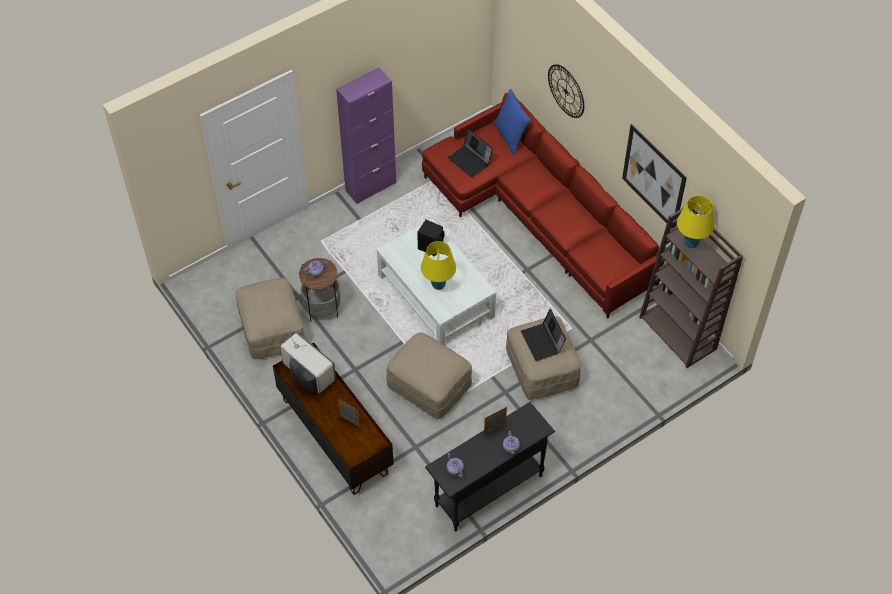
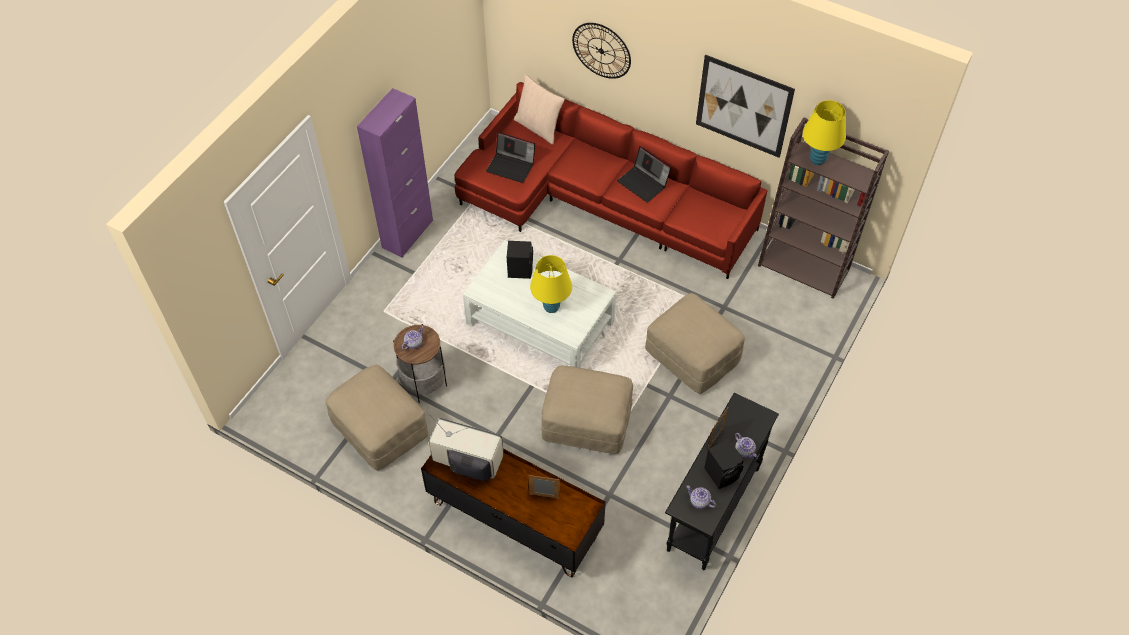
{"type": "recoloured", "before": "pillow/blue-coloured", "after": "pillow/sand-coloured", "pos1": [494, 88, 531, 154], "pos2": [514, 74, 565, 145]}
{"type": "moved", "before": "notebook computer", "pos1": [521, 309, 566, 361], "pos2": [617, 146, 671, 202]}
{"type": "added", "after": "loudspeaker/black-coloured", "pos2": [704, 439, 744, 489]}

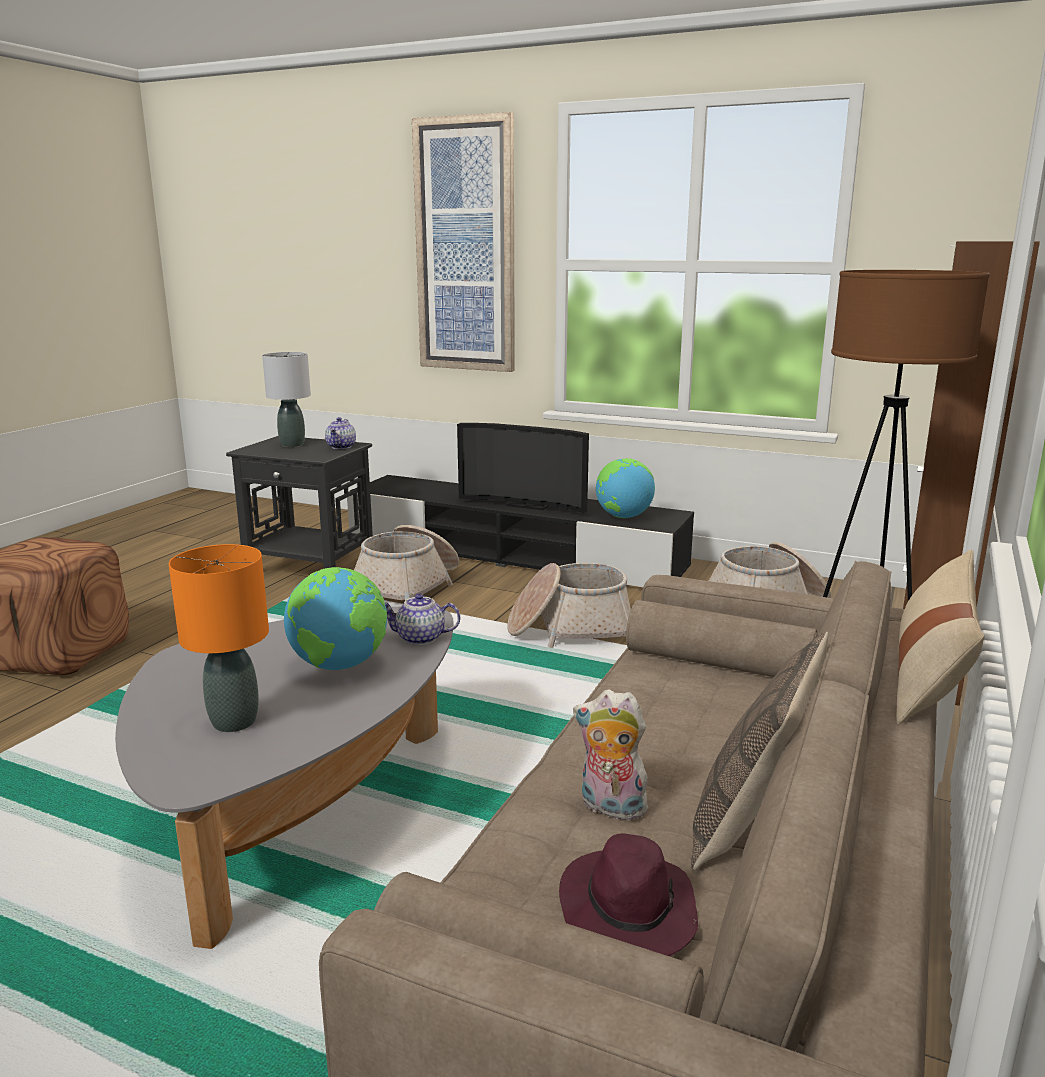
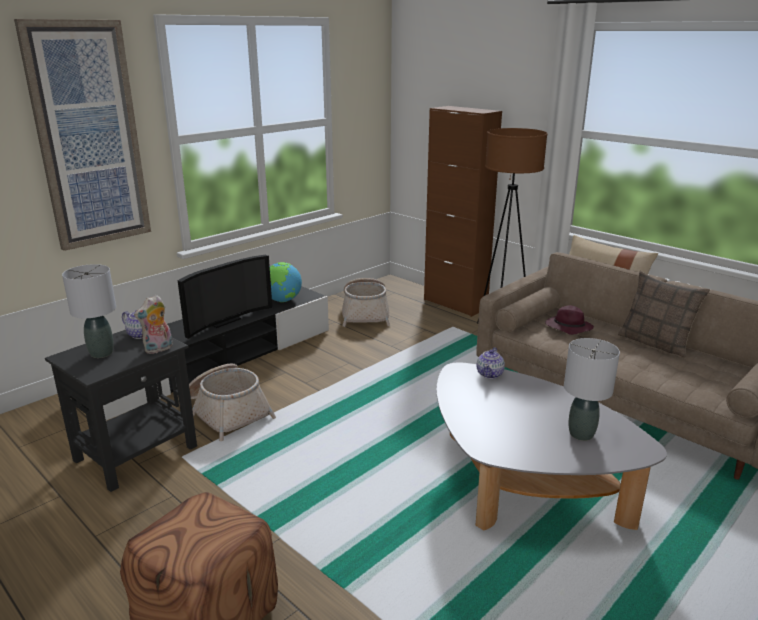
{"type": "recoloured", "before": "tabletop lamp/orangey", "after": "tabletop lamp/grey", "pos1": [169, 544, 269, 732], "pos2": [564, 338, 620, 441]}
{"type": "removed", "before": "desk globe", "pos1": [284, 567, 387, 670]}
{"type": "removed", "before": "household basket", "pos1": [507, 563, 631, 648]}
{"type": "moved", "before": "hat/purple", "pos1": [559, 833, 698, 956], "pos2": [545, 305, 594, 335]}
{"type": "moved", "before": "soft toy", "pos1": [573, 689, 652, 820], "pos2": [134, 295, 173, 354]}

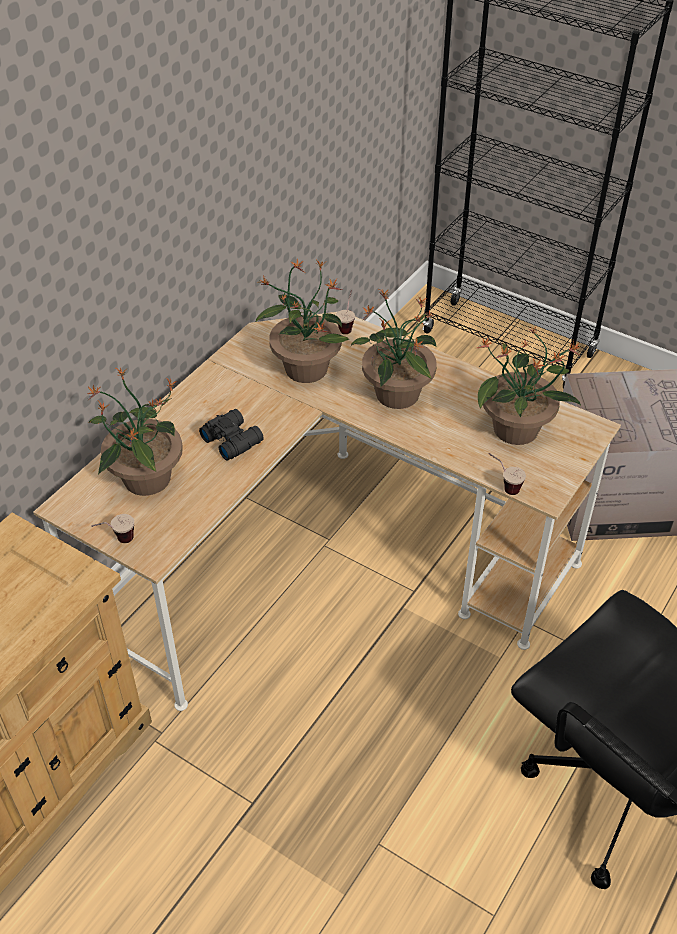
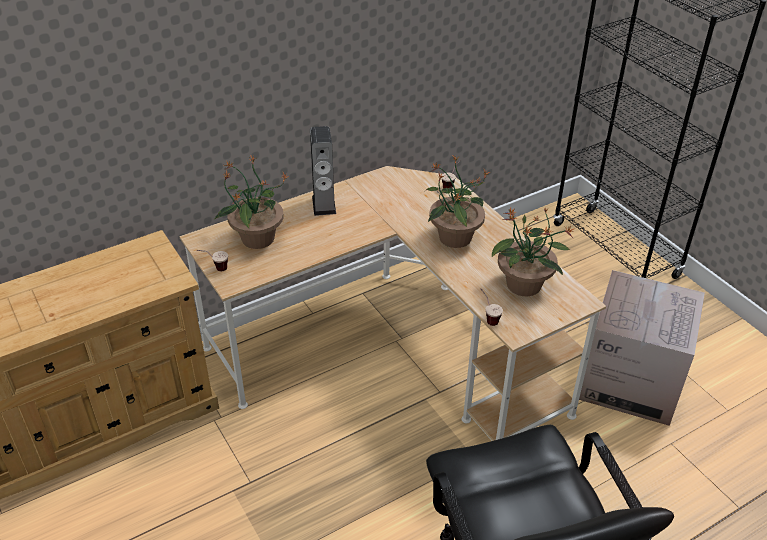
{"type": "removed", "before": "binoculars/black-coloured", "pos1": [199, 409, 264, 460]}
{"type": "removed", "before": "potted plant", "pos1": [255, 259, 349, 383]}
{"type": "added", "after": "loudspeaker", "pos2": [310, 126, 336, 216]}

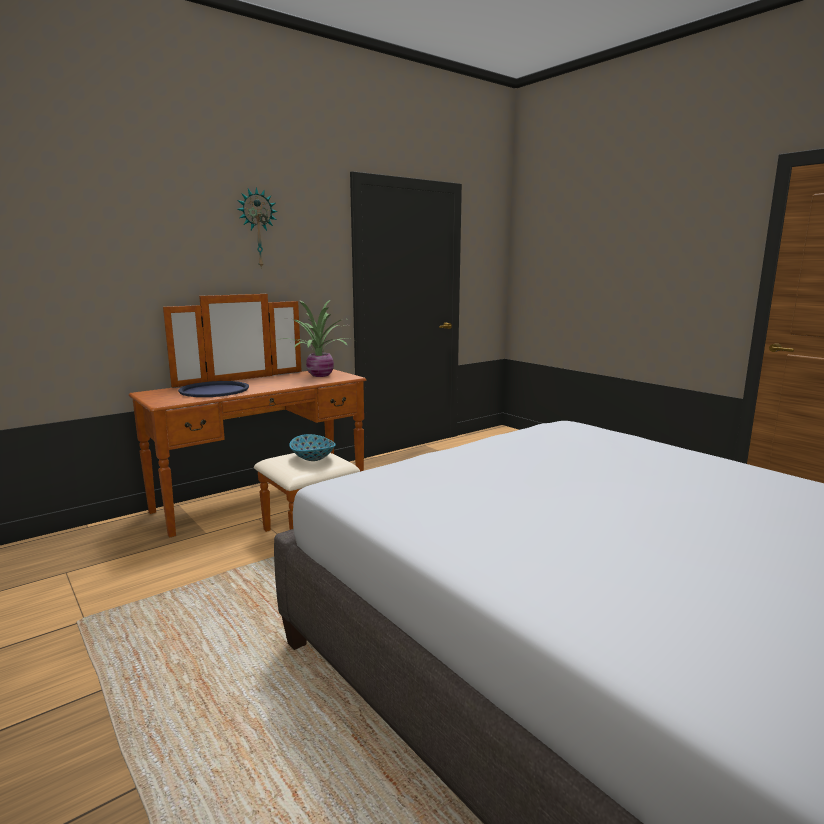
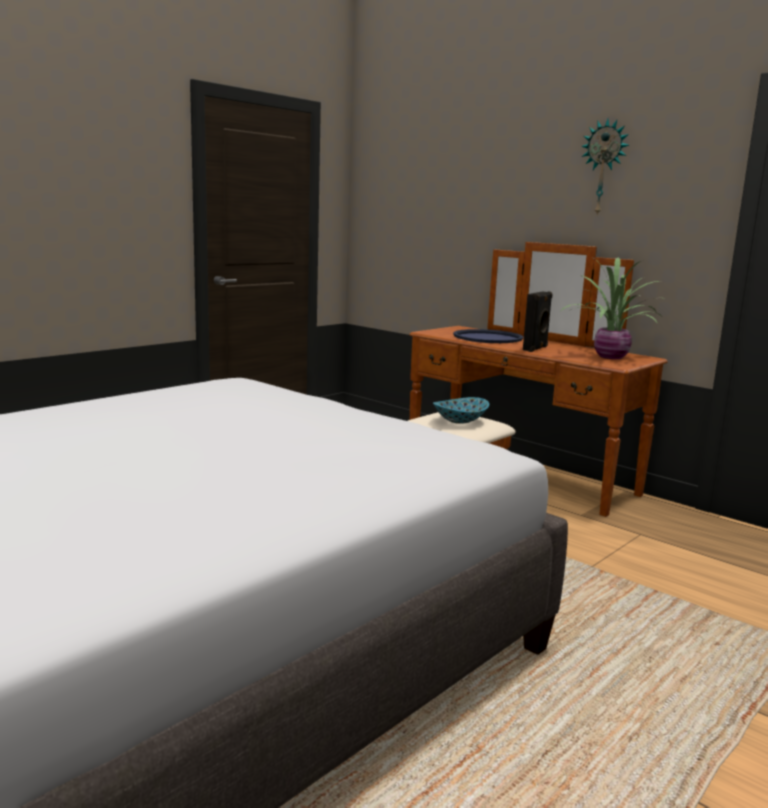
{"type": "added", "after": "loudspeaker/black-coloured", "pos2": [523, 291, 553, 352]}

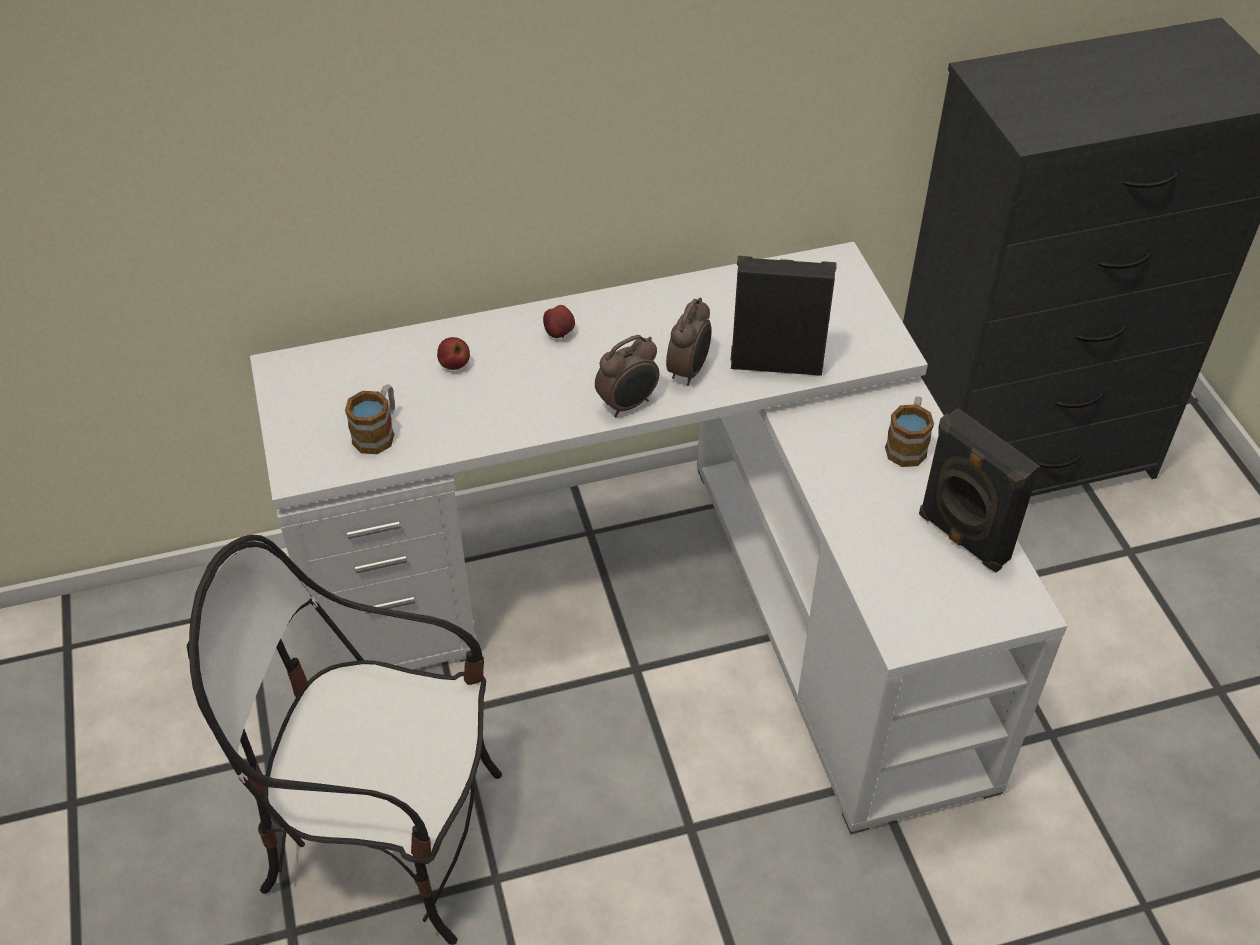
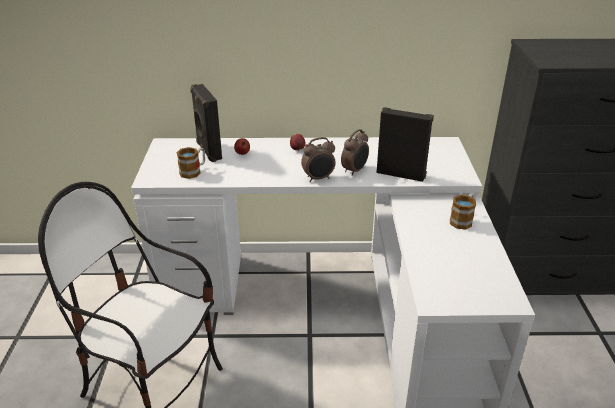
{"type": "moved", "before": "loudspeaker/black-coloured", "pos1": [919, 408, 1040, 573], "pos2": [190, 84, 222, 162]}

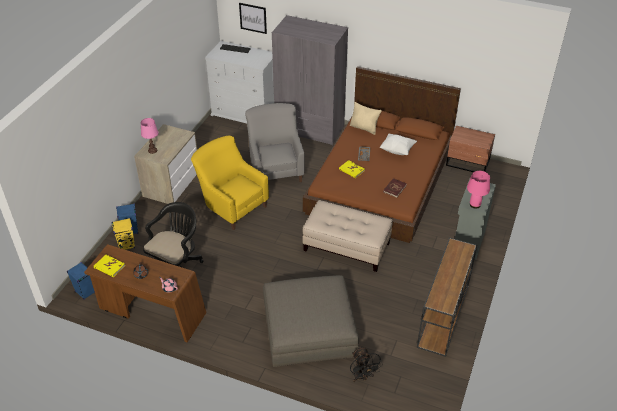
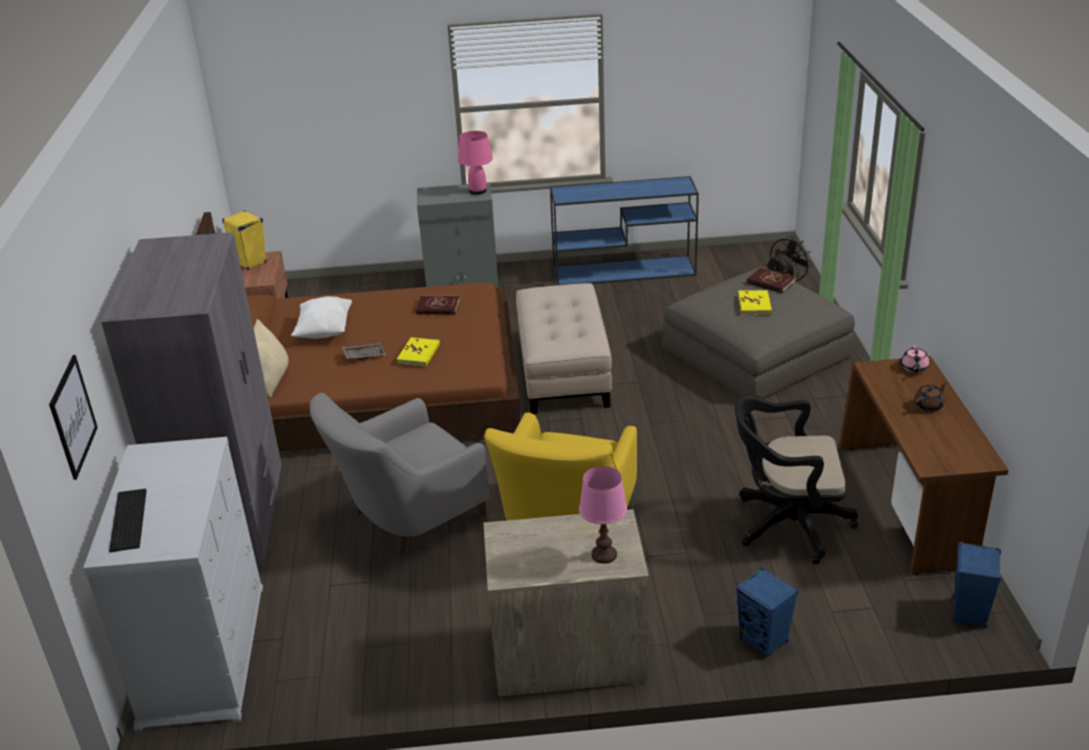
{"type": "moved", "before": "book/yellowish", "pos1": [94, 255, 125, 277], "pos2": [738, 290, 772, 315]}
{"type": "moved", "before": "loudspeaker/yellowish", "pos1": [111, 218, 135, 250], "pos2": [222, 210, 267, 270]}
{"type": "recoloured", "before": "narrow table/brown", "after": "narrow table/blue-coloured", "pos1": [417, 238, 477, 357], "pos2": [550, 176, 699, 285]}
{"type": "added", "after": "book/reddish", "pos2": [747, 267, 796, 293]}

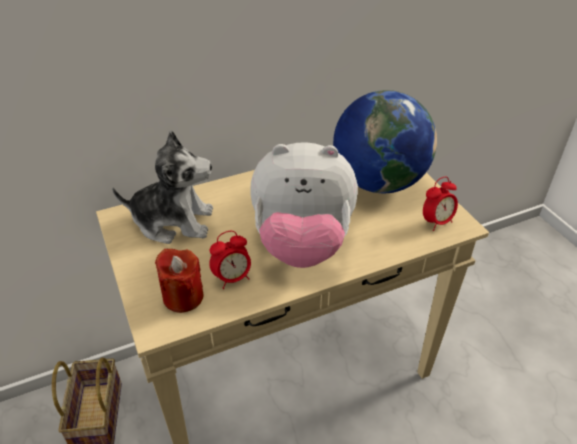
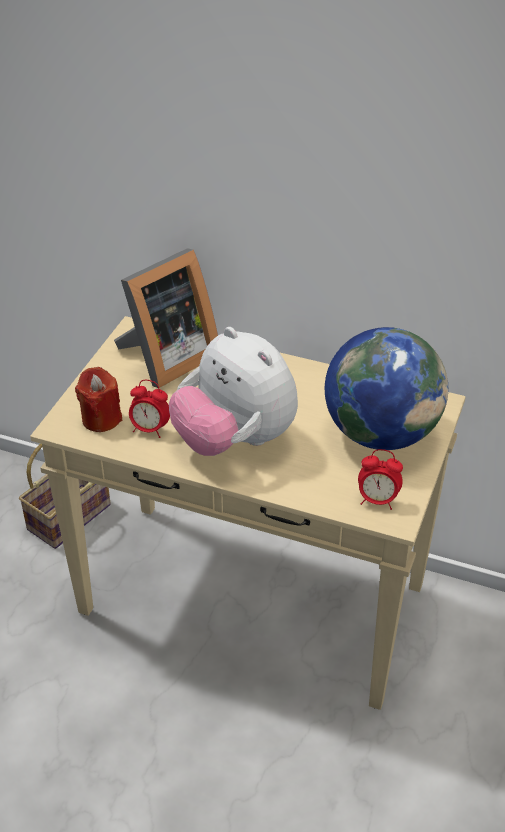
{"type": "replaced", "before": "soft toy", "after": "standing frame", "pos1": [112, 131, 213, 244], "pos2": [114, 248, 218, 388]}

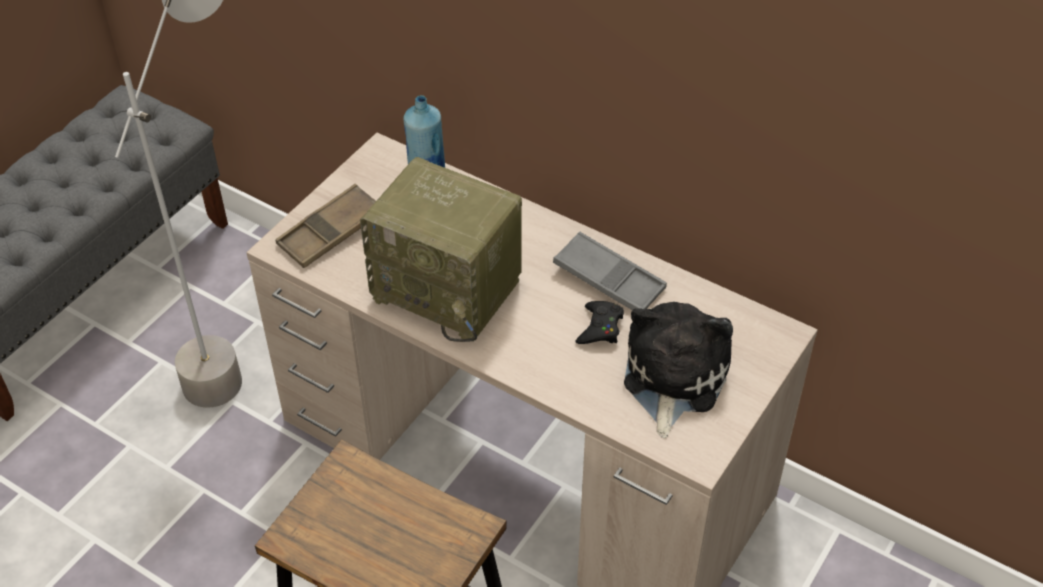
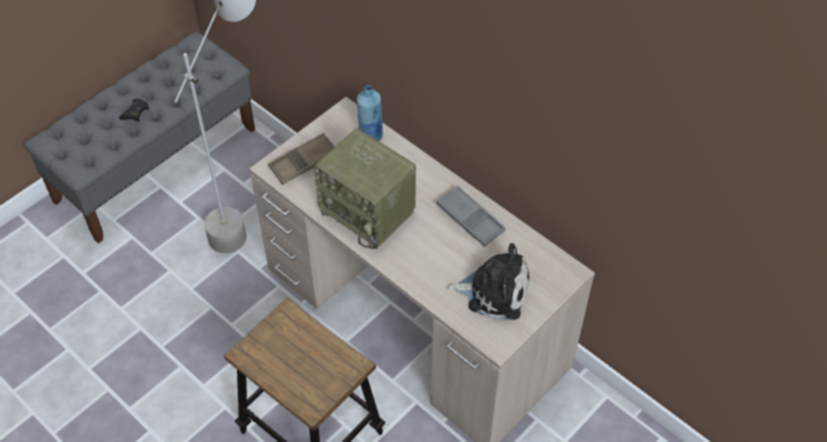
{"type": "moved", "before": "game controller/black-coloured", "pos1": [575, 301, 624, 344], "pos2": [119, 99, 149, 122]}
{"type": "turned", "before": "soft toy", "pos1": [624, 301, 733, 438], "pos2": [447, 243, 530, 320], "turn": 75}

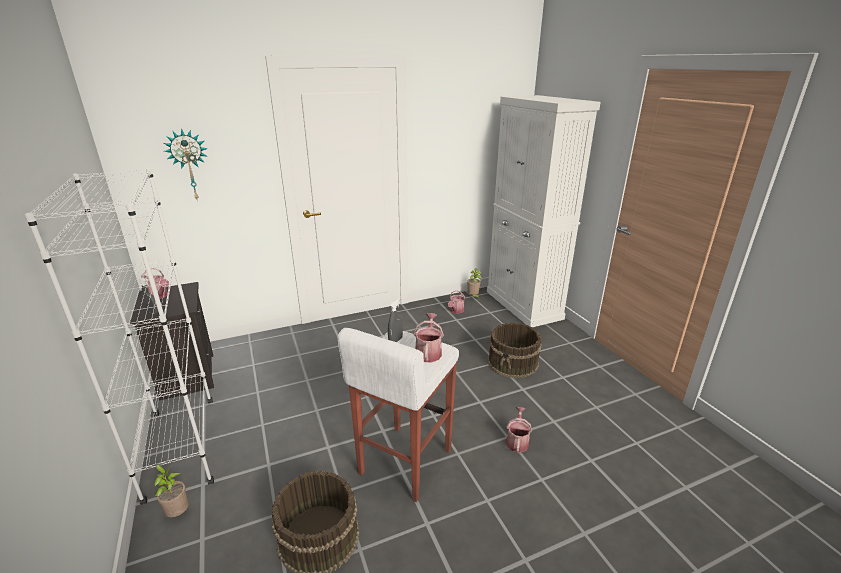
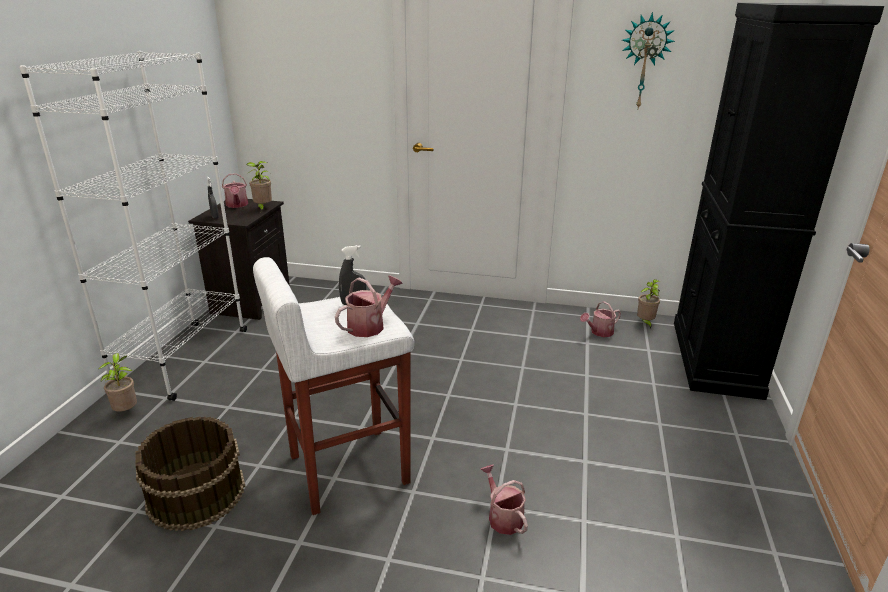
{"type": "moved", "before": "wall clock", "pos1": [163, 129, 208, 199], "pos2": [622, 12, 675, 108]}
{"type": "recoloured", "before": "cupboard/white-coloured", "after": "cupboard/black-coloured", "pos1": [487, 95, 601, 327], "pos2": [674, 3, 884, 400]}
{"type": "removed", "before": "bucket/brown", "pos1": [488, 322, 542, 379]}
{"type": "turned", "before": "watering pot", "pos1": [506, 407, 532, 453], "pos2": [480, 464, 528, 535], "turn": -75}
{"type": "added", "after": "potted plant", "pos2": [247, 161, 272, 211]}

